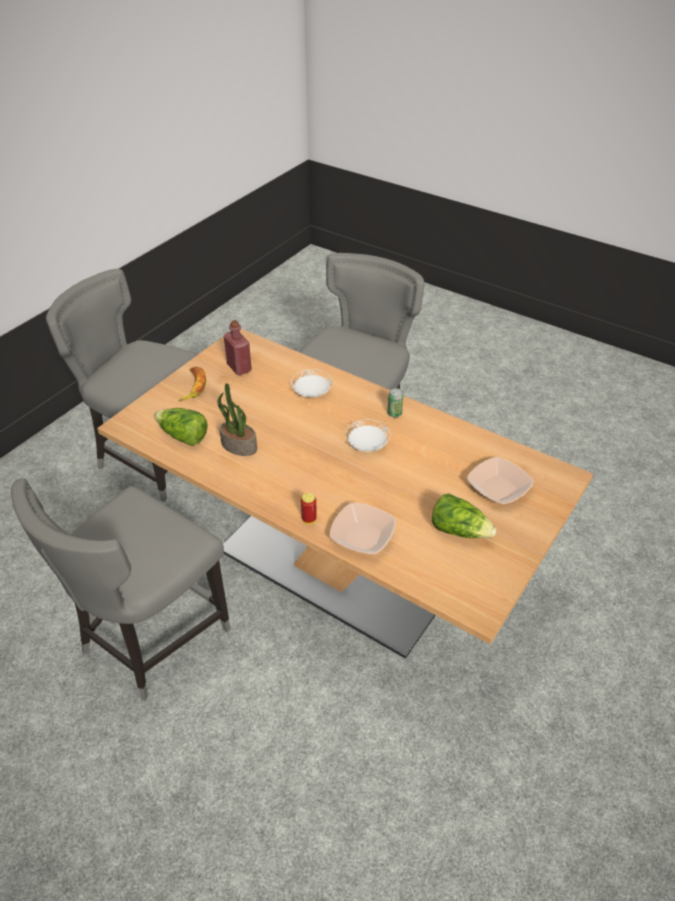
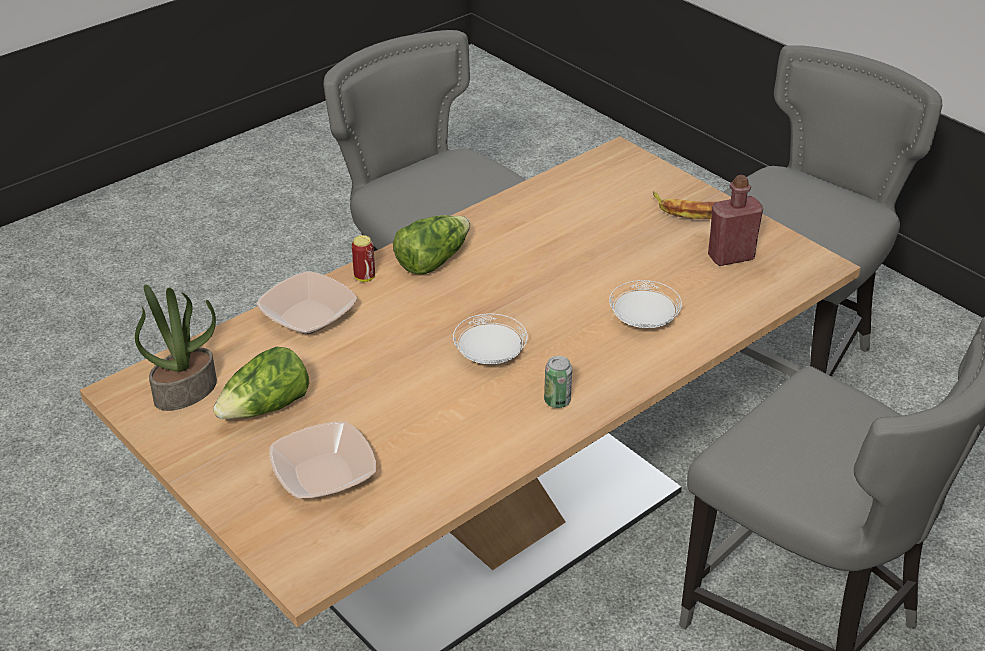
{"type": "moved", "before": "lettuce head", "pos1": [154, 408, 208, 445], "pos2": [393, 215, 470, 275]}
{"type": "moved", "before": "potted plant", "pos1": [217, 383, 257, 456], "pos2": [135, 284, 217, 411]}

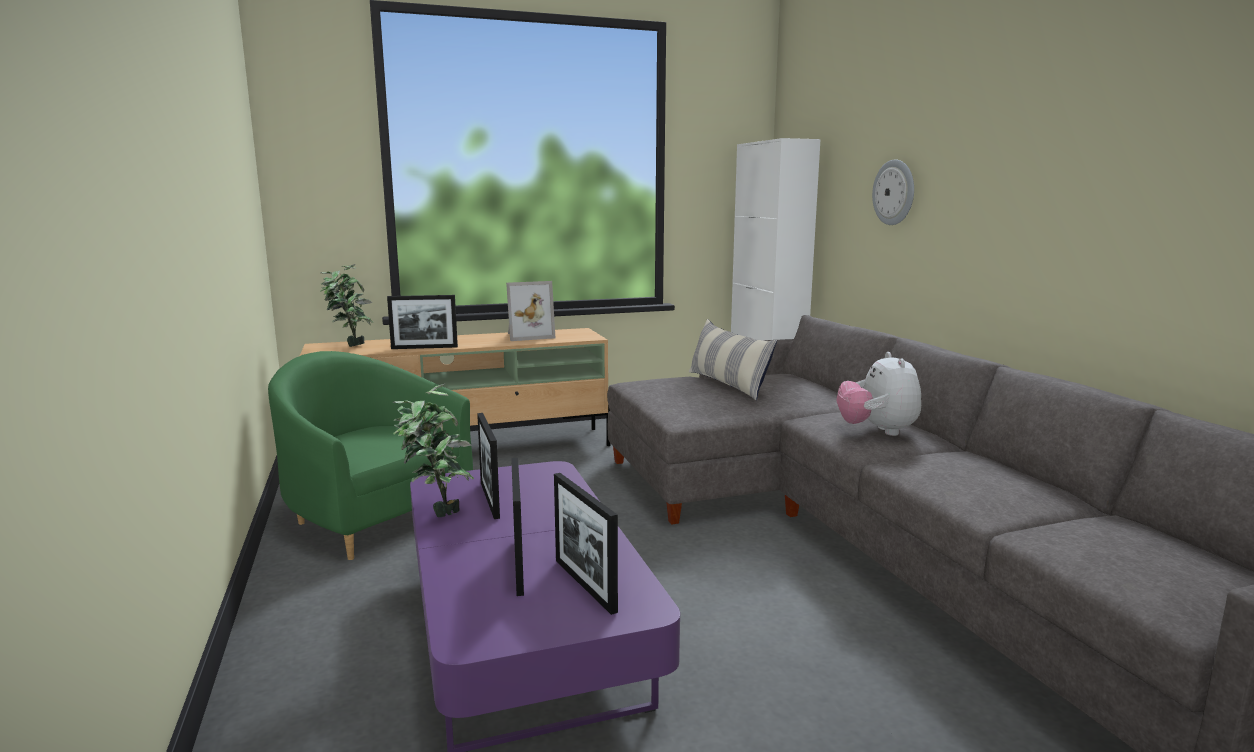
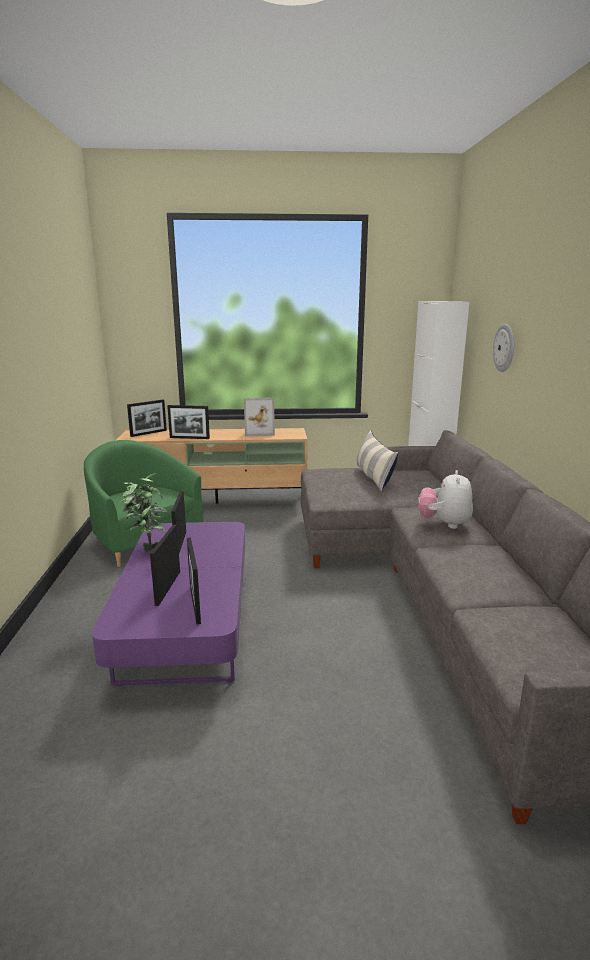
{"type": "replaced", "before": "potted plant", "after": "standing frame", "pos1": [320, 264, 373, 347], "pos2": [127, 400, 167, 437]}

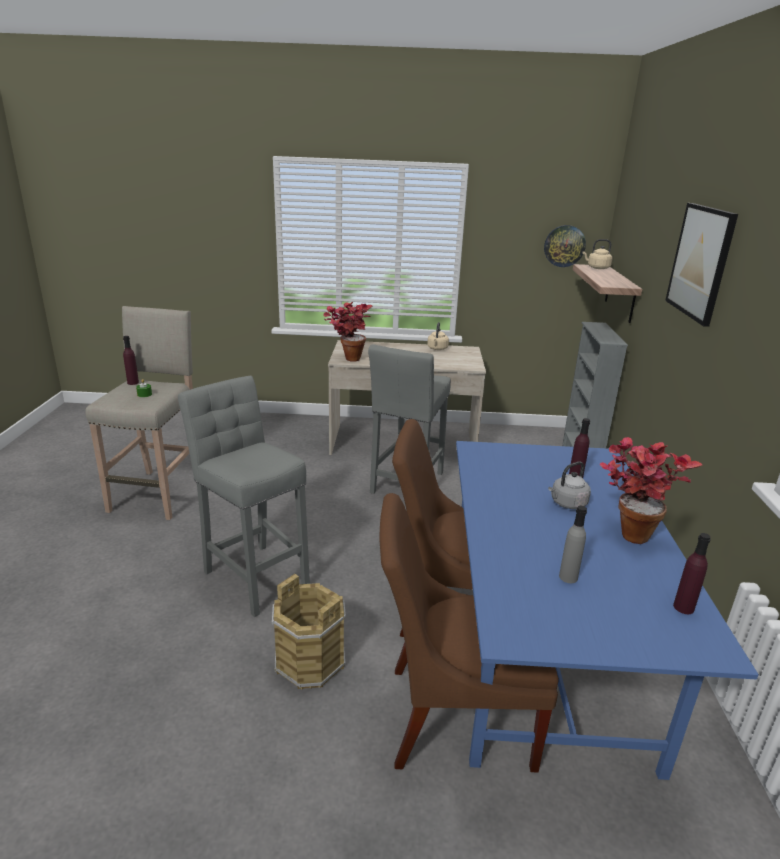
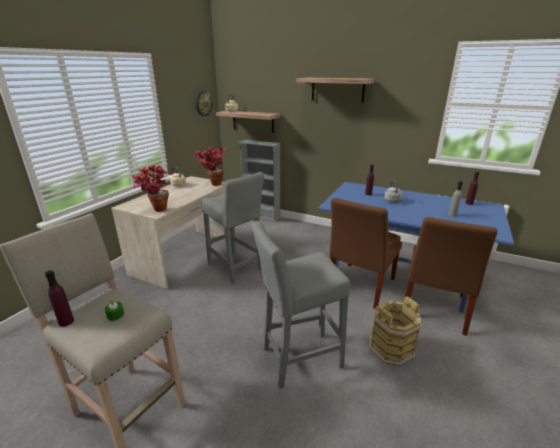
{"type": "moved", "before": "potted plant", "pos1": [600, 437, 702, 544], "pos2": [194, 147, 226, 186]}
{"type": "replaced", "before": "wall art", "after": "wall shelf", "pos1": [665, 203, 738, 327], "pos2": [296, 78, 374, 103]}

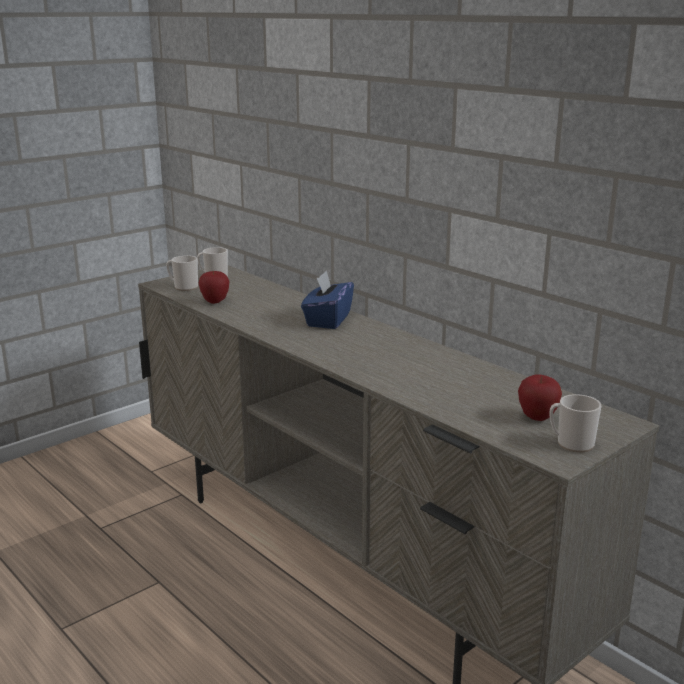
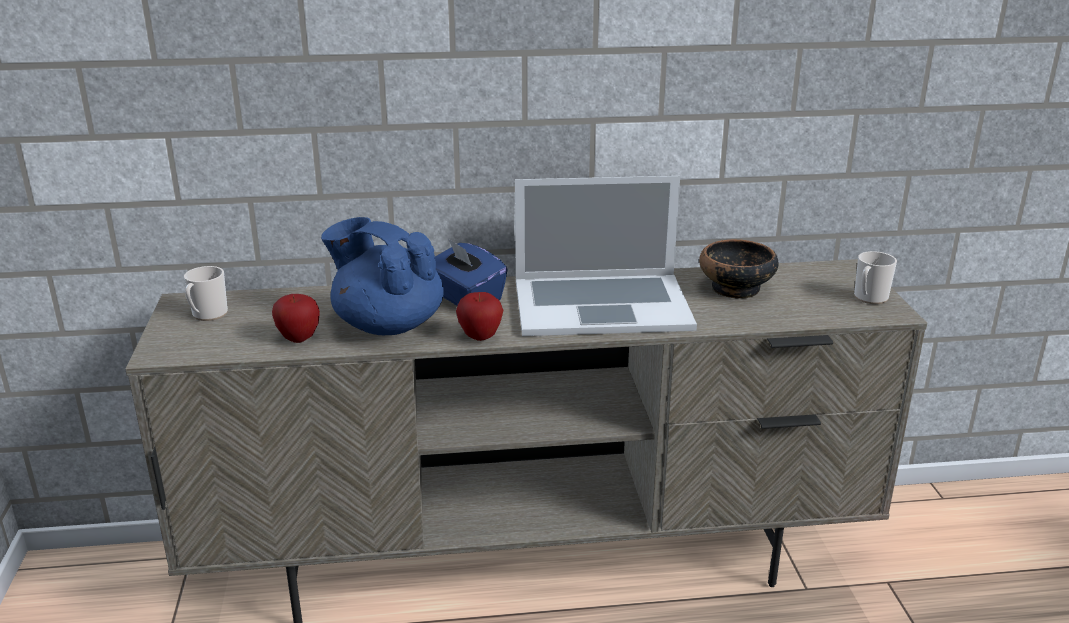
{"type": "removed", "before": "coffee mug", "pos1": [166, 256, 198, 291]}
{"type": "moved", "before": "apple fruit", "pos1": [518, 374, 562, 421], "pos2": [456, 292, 504, 341]}
{"type": "added", "after": "tea pot/blue-coloured", "pos2": [321, 217, 444, 335]}
{"type": "added", "after": "notebook computer", "pos2": [515, 176, 697, 336]}
{"type": "added", "after": "serving bowl", "pos2": [699, 239, 779, 299]}

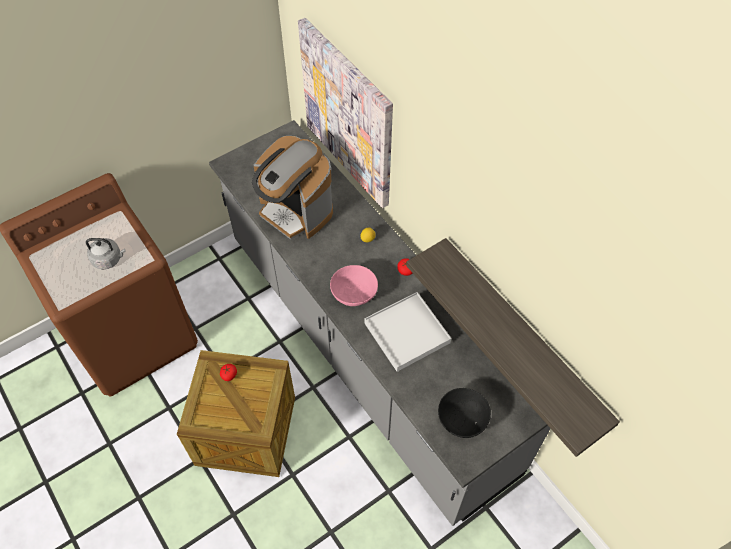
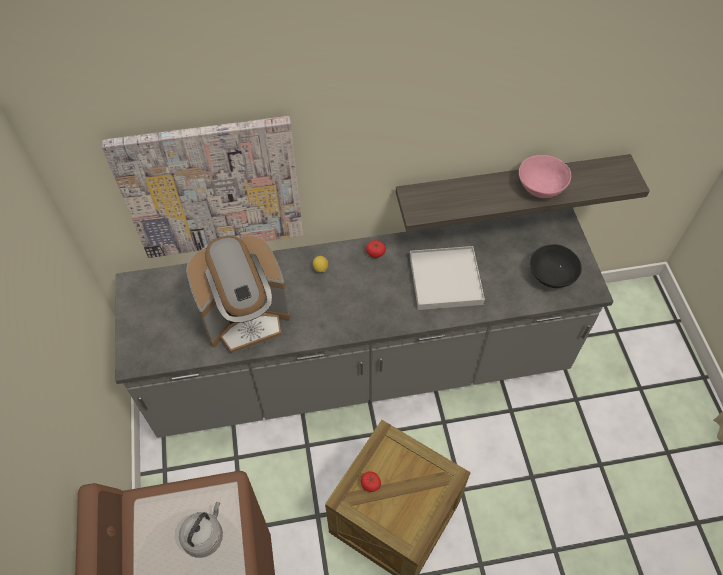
{"type": "moved", "before": "serving bowl/pink", "pos1": [330, 265, 378, 306], "pos2": [519, 155, 571, 198]}

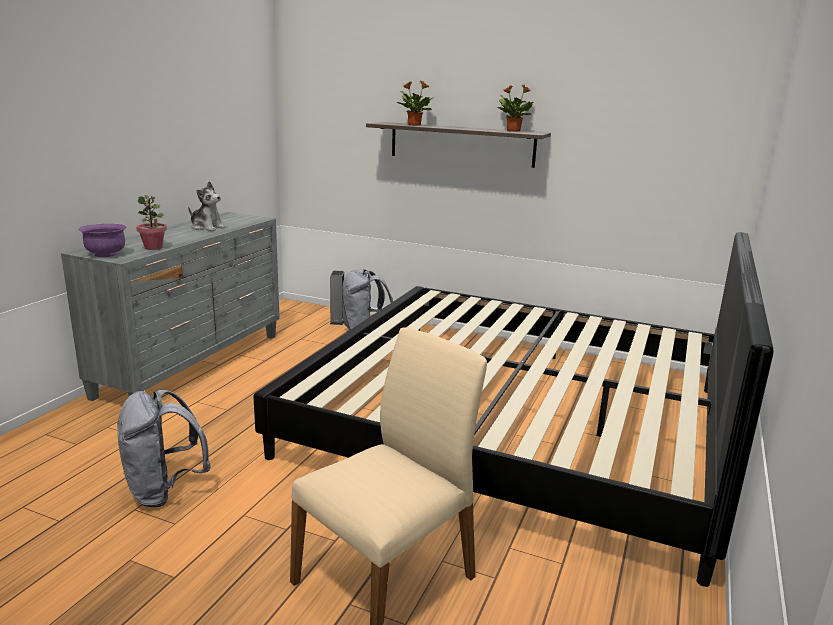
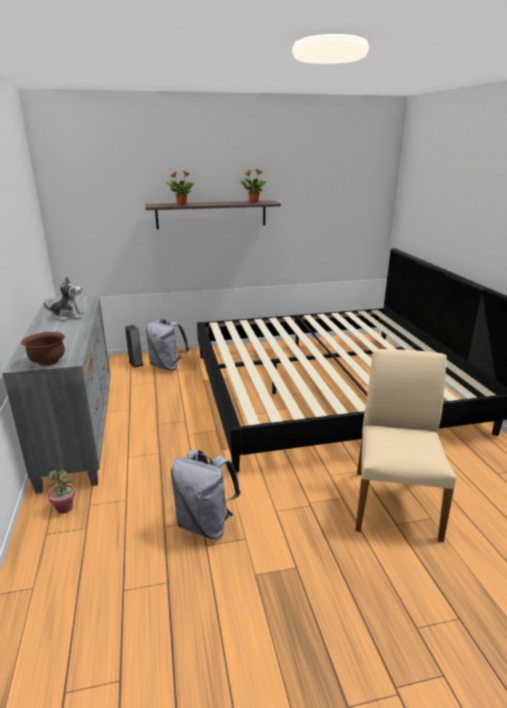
{"type": "recoloured", "before": "serving bowl/purple", "after": "serving bowl/brown", "pos1": [78, 224, 126, 257], "pos2": [21, 332, 65, 366]}
{"type": "moved", "before": "potted plant", "pos1": [136, 195, 167, 250], "pos2": [48, 468, 75, 514]}

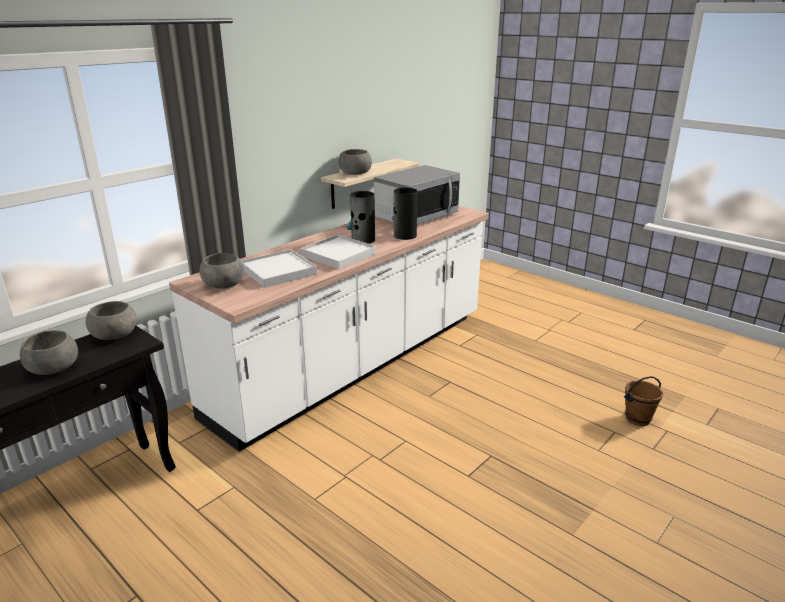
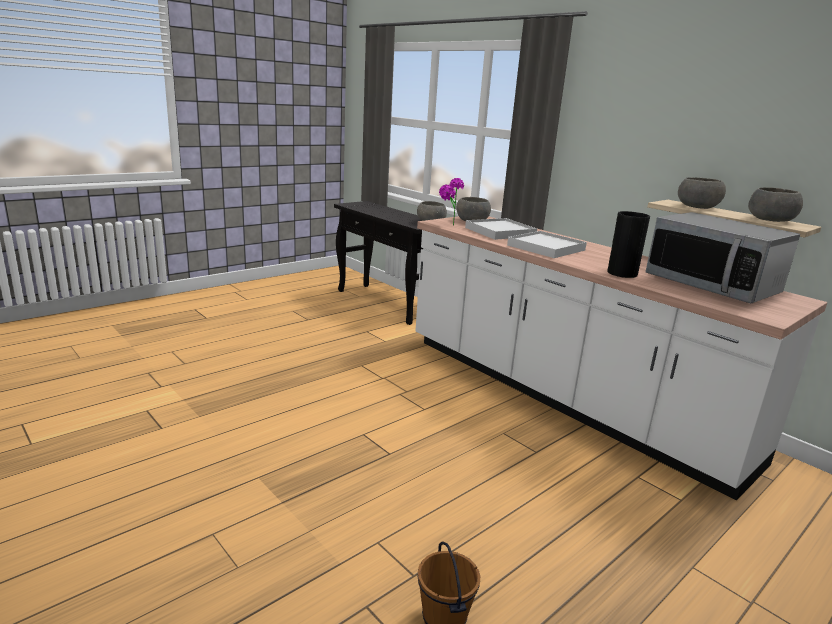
{"type": "moved", "before": "serving bowl/grey", "pos1": [20, 330, 78, 375], "pos2": [748, 187, 803, 222]}
{"type": "removed", "before": "vase", "pos1": [347, 191, 375, 244]}
{"type": "added", "after": "potted plant", "pos2": [439, 178, 464, 226]}

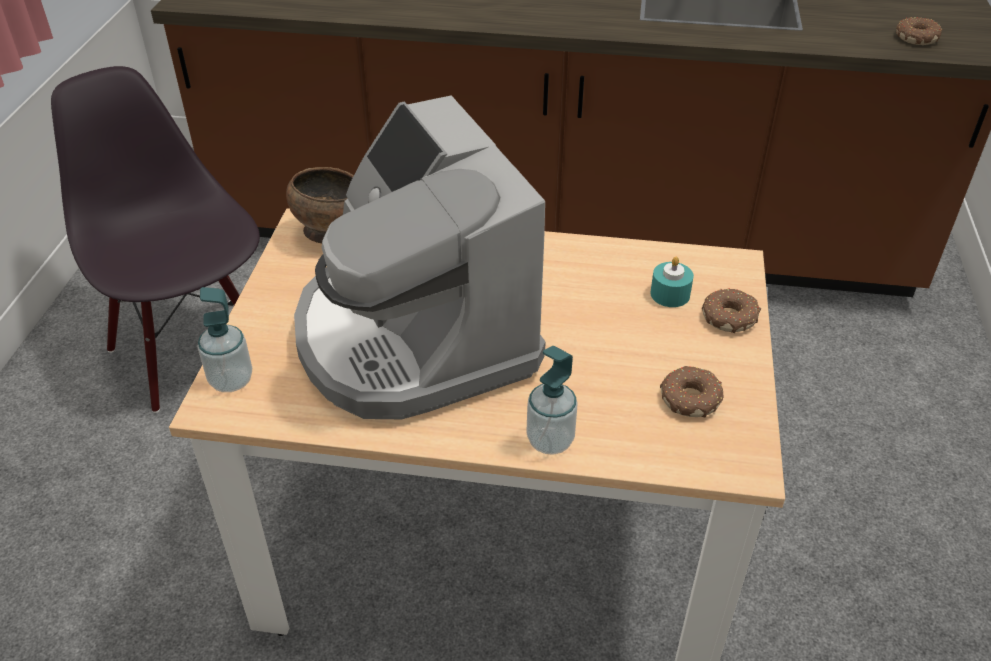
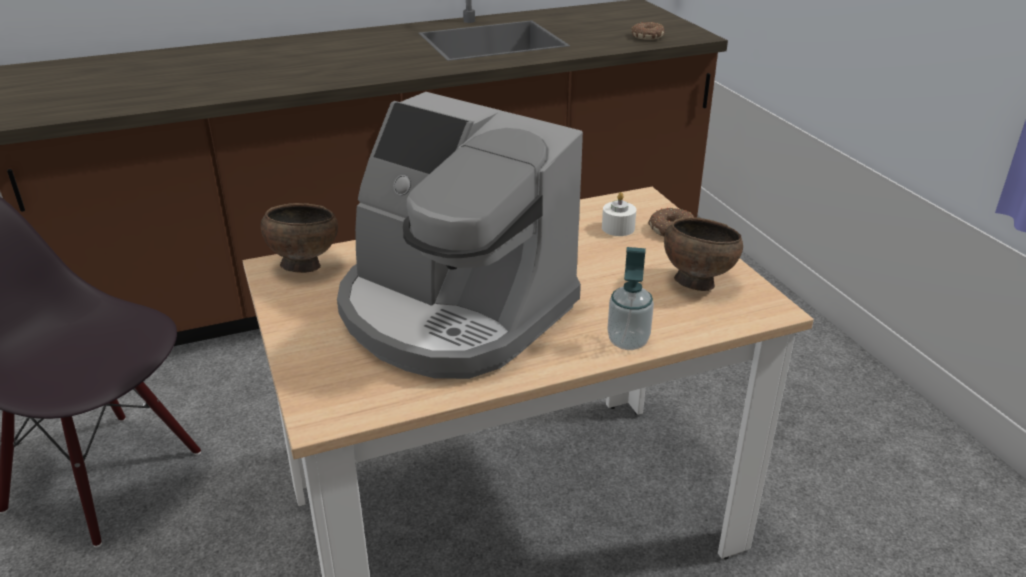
{"type": "removed", "before": "soap bottle", "pos1": [198, 287, 252, 392]}
{"type": "recoloured", "before": "candle/turquoise", "after": "candle/white-coloured", "pos1": [650, 257, 694, 307], "pos2": [602, 192, 636, 236]}
{"type": "replaced", "before": "ring doughnut", "after": "serving bowl/brown", "pos1": [660, 366, 724, 417], "pos2": [664, 217, 743, 291]}

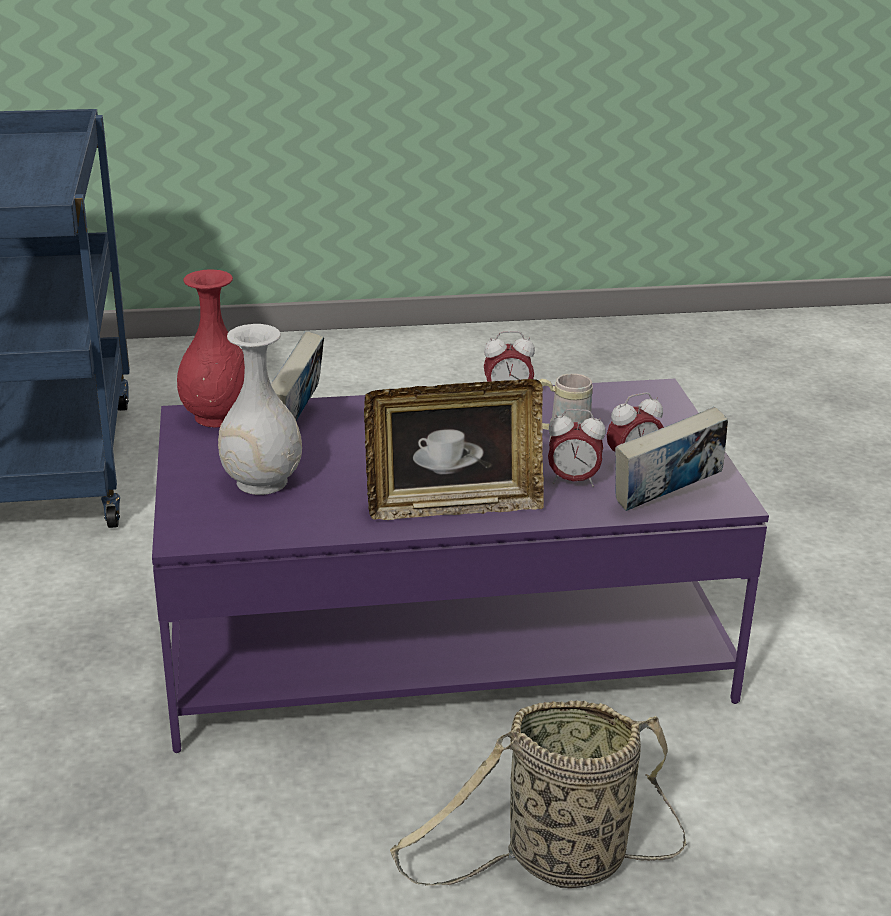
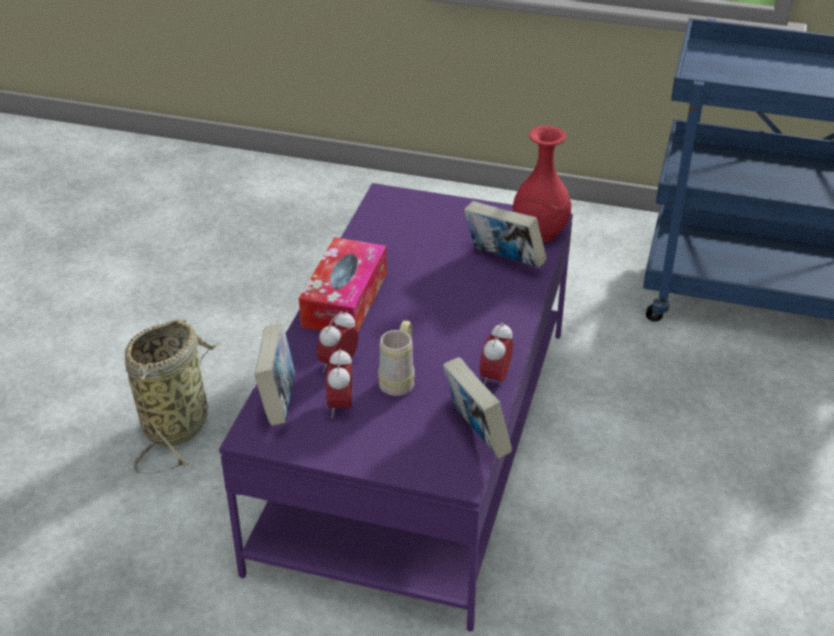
{"type": "removed", "before": "vase/white-coloured", "pos1": [218, 324, 302, 495]}
{"type": "replaced", "before": "standing frame", "after": "box of tissues", "pos1": [364, 379, 544, 520], "pos2": [299, 237, 387, 332]}
{"type": "added", "after": "book", "pos2": [443, 357, 512, 459]}

